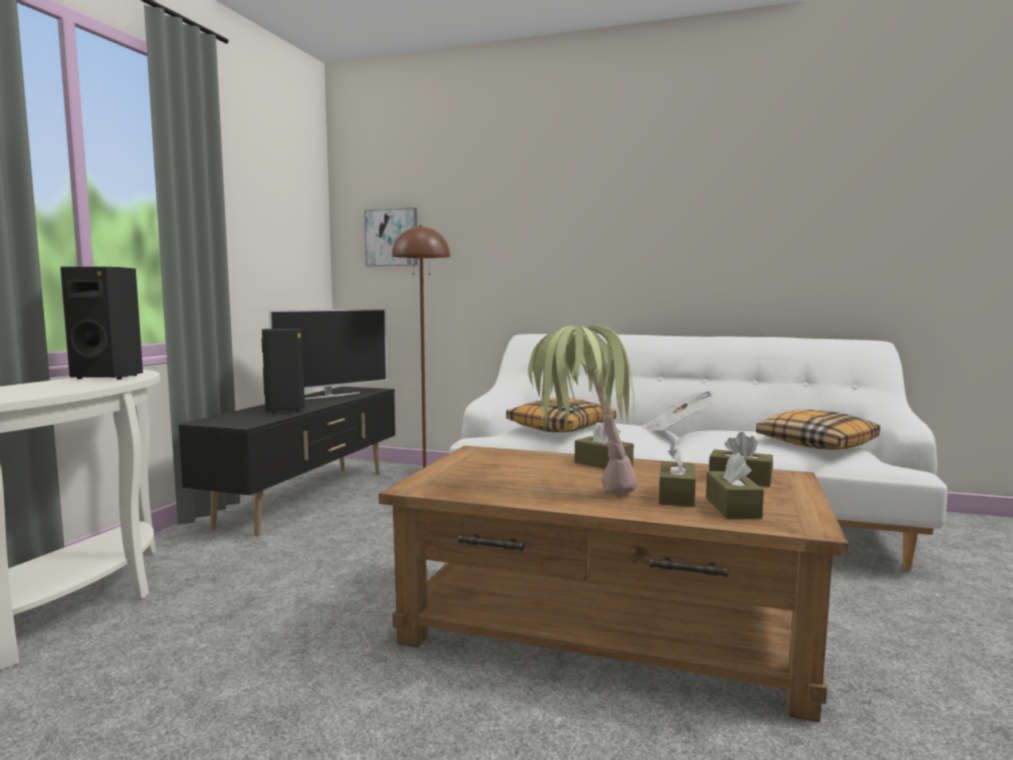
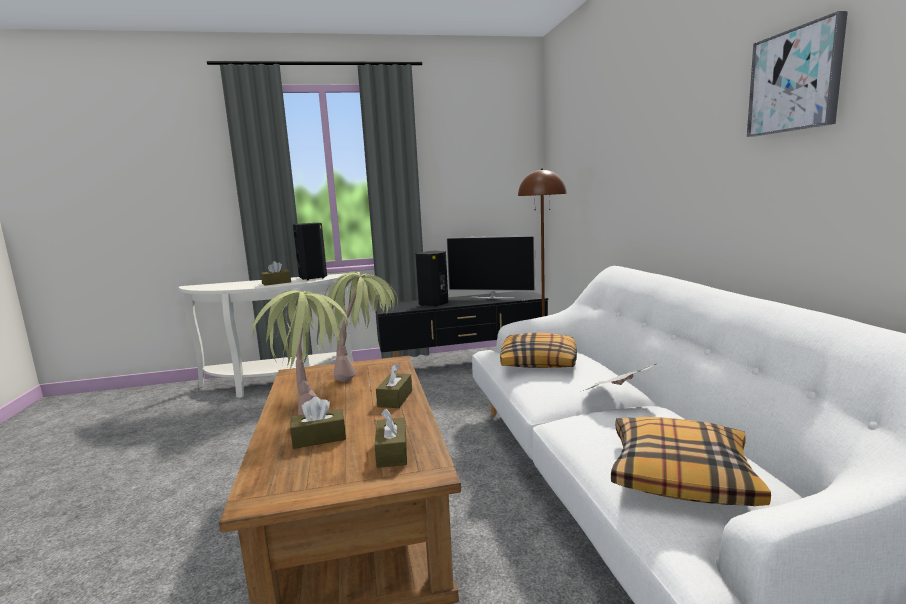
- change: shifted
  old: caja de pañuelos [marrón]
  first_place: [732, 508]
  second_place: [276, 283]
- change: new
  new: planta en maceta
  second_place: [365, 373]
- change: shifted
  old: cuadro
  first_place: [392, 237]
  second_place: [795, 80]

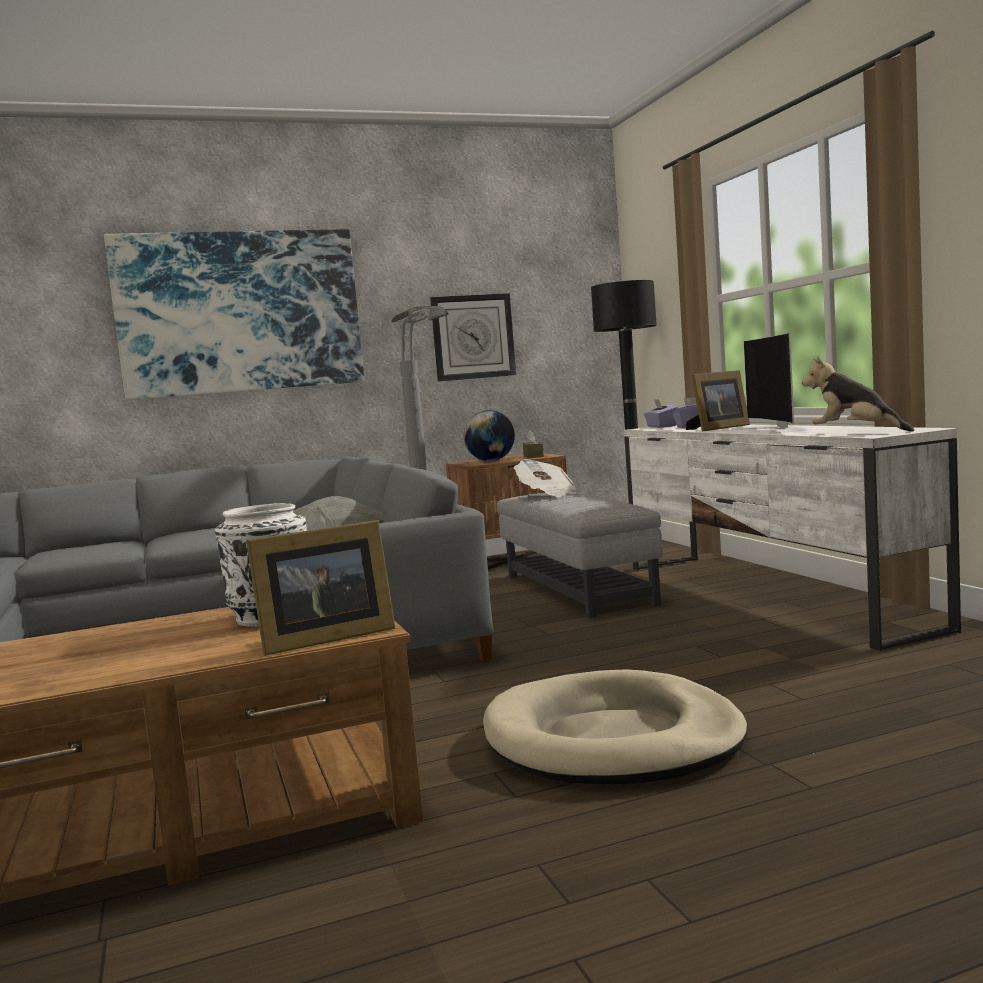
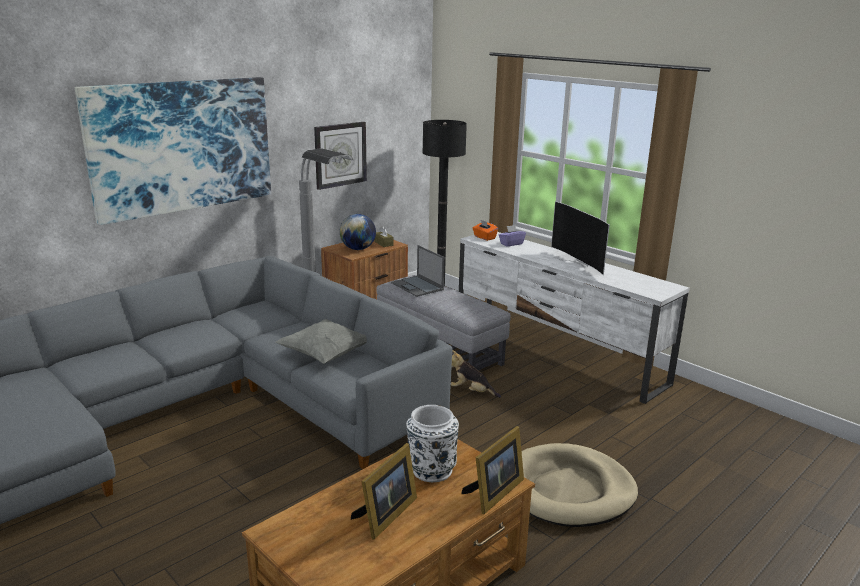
- change: shifted
  old: portarretratos
  first_place: [717, 428]
  second_place: [385, 515]
- change: swapped
  old: periódico
  new: portátil
  first_place: [546, 494]
  second_place: [417, 286]
- change: shifted
  old: peluche
  first_place: [855, 433]
  second_place: [471, 392]
- change: repainted
  old: caja de pañuelos [morado]
  new: caja de pañuelos [naranja]
  first_place: [661, 427]
  second_place: [484, 237]

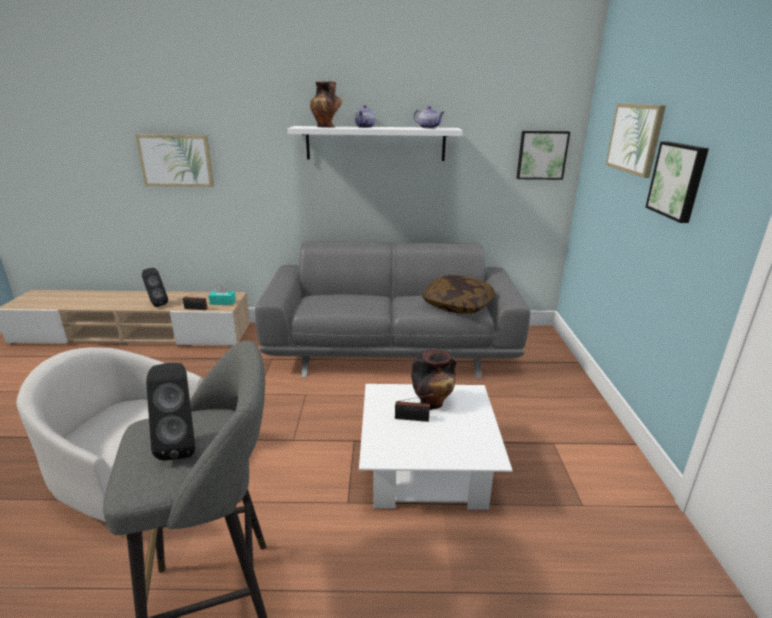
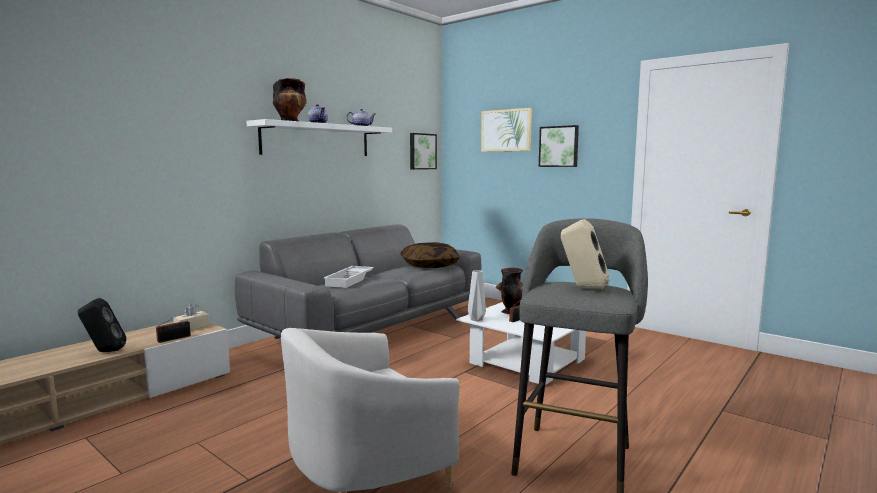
- change: repainted
  old: caja de pañuelos [turquesa]
  new: caja de pañuelos [beis]
  first_place: [222, 302]
  second_place: [192, 327]
- change: new
  new: bandeja [blanco]
  second_place: [350, 280]
- change: new
  new: florero [gris]
  second_place: [475, 319]
- change: repainted
  old: altavoz [negro]
  new: altavoz [beis]
  first_place: [182, 444]
  second_place: [583, 288]
- change: gone
  old: cuadro
  first_place: [176, 160]

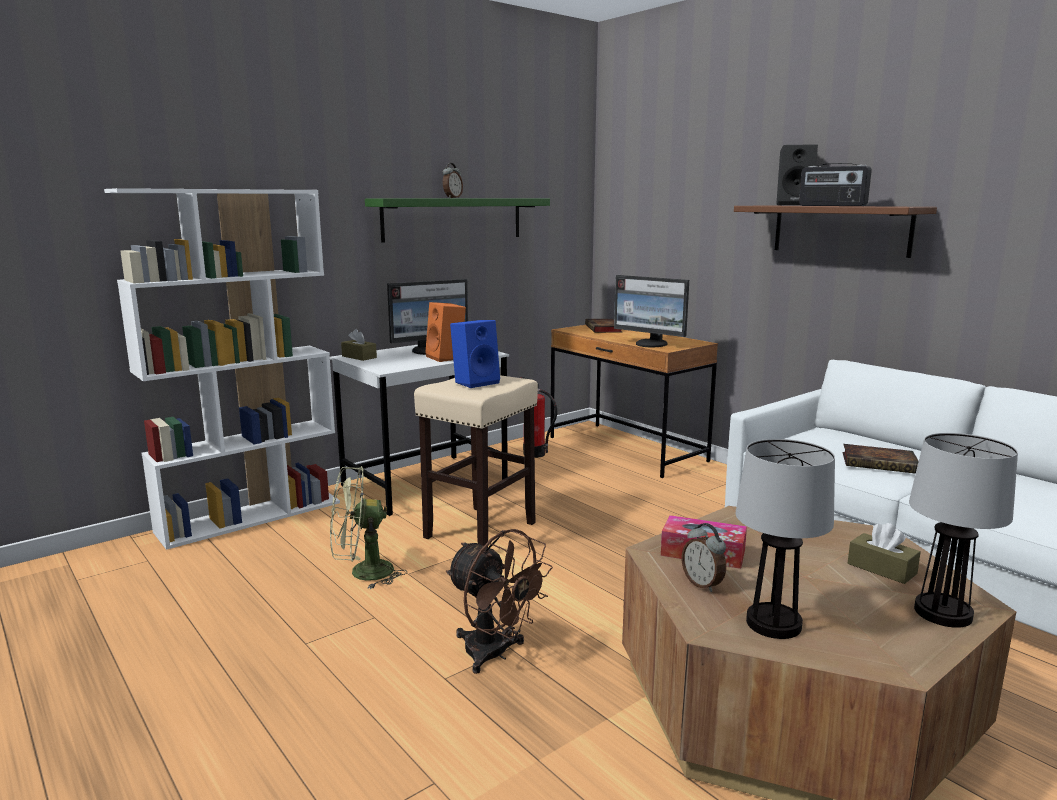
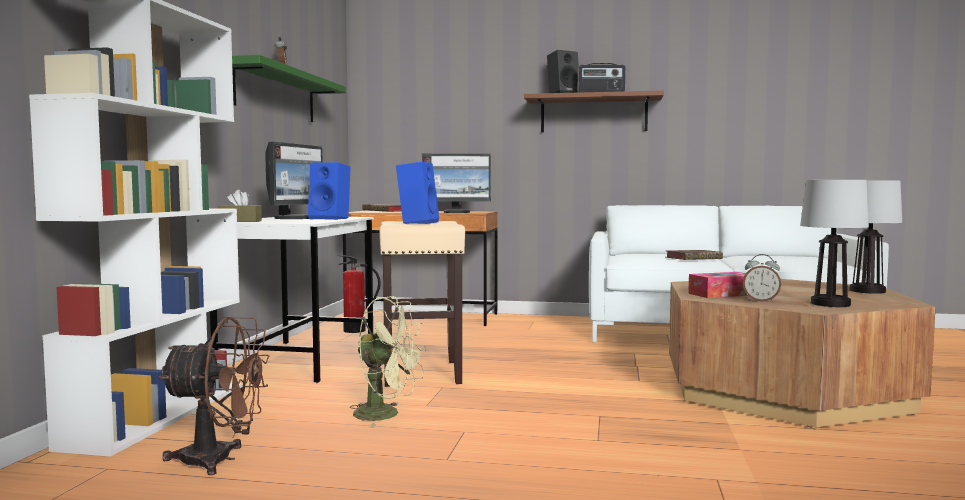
- change: shifted
  old: ventilador [marrón]
  first_place: [495, 654]
  second_place: [220, 460]
- change: repainted
  old: altavoz [naranja]
  new: altavoz [azul]
  first_place: [447, 358]
  second_place: [331, 219]
- change: rotated
  old: ventilador [verde]
  first_place: [362, 573]
  second_place: [386, 415]
  degrees: -105
- change: gone
  old: caja de pañuelos [marrón]
  first_place: [881, 569]

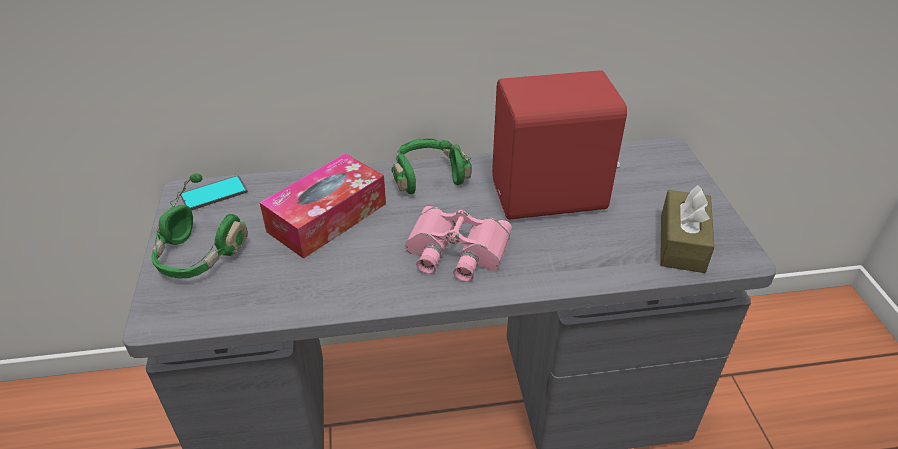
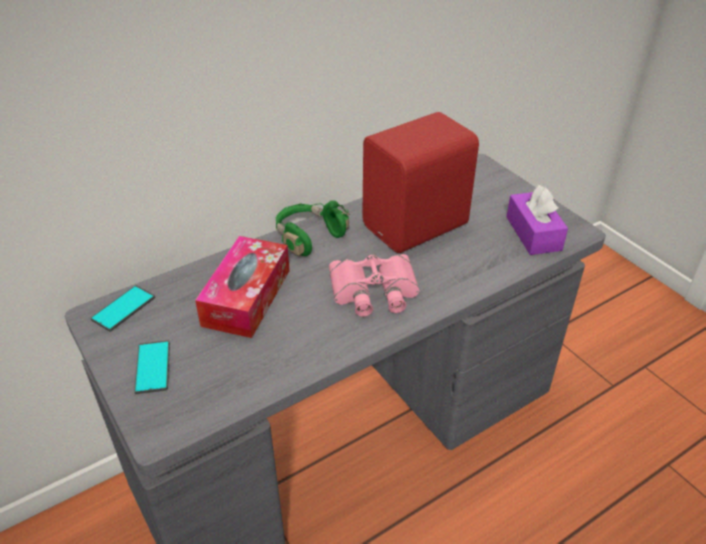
- change: swapped
  old: auriculares [verde]
  new: móvil
  first_place: [198, 256]
  second_place: [152, 367]
- change: repainted
  old: caja de pañuelos [marrón]
  new: caja de pañuelos [morado]
  first_place: [682, 243]
  second_place: [533, 233]

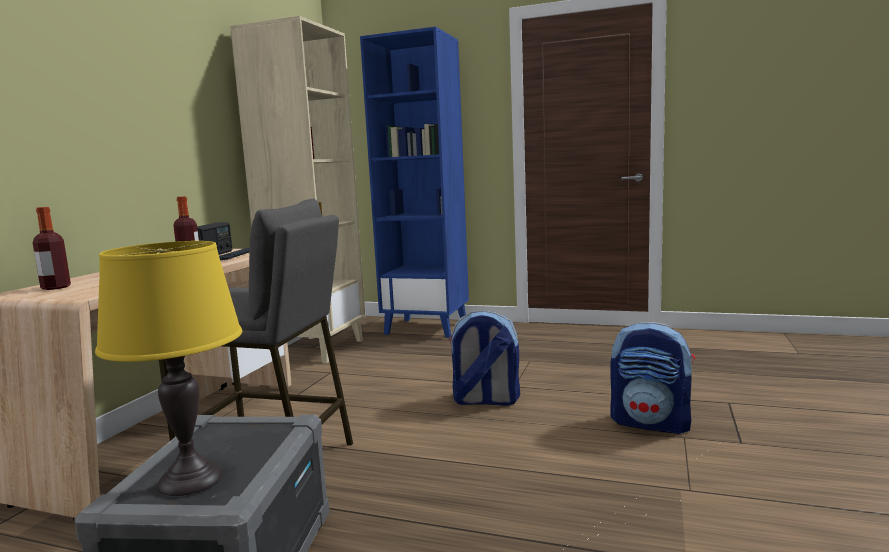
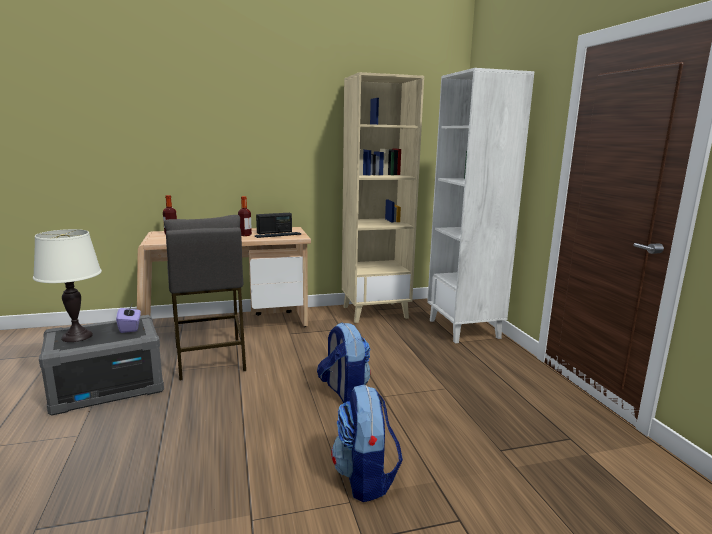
- change: repainted
  old: lámpara de mesa [amarillo]
  new: lámpara de mesa [blanco]
  first_place: [190, 480]
  second_place: [77, 336]
- change: new
  new: caja de pañuelos [morado]
  second_place: [130, 327]
- change: repainted
  old: estantería [azul]
  new: estantería [blanco]
  first_place: [427, 328]
  second_place: [464, 329]

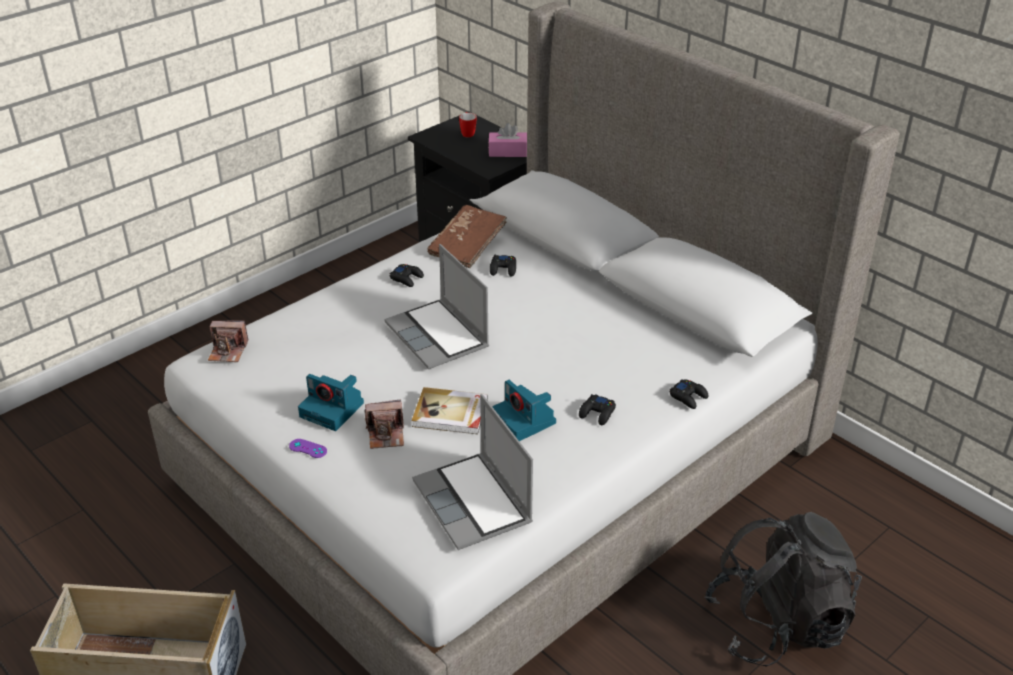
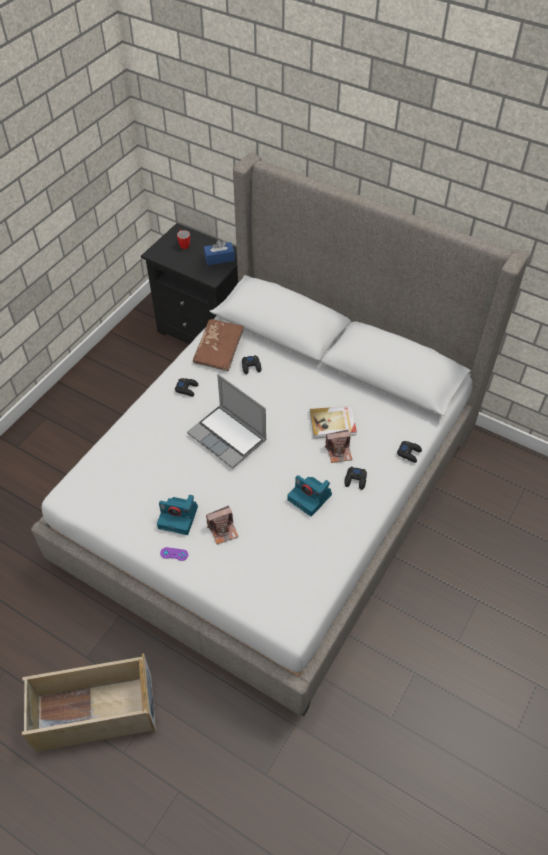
- change: repainted
  old: caja de pañuelos [rosa]
  new: caja de pañuelos [azul]
  first_place: [508, 152]
  second_place: [219, 258]
- change: shifted
  old: libro
  first_place: [450, 414]
  second_place: [333, 423]
- change: shifted
  old: cámara
  first_place: [228, 351]
  second_place: [339, 452]
- change: gone
  old: portátil
  first_place: [474, 503]
- change: gone
  old: mochila [negro]
  first_place: [777, 624]

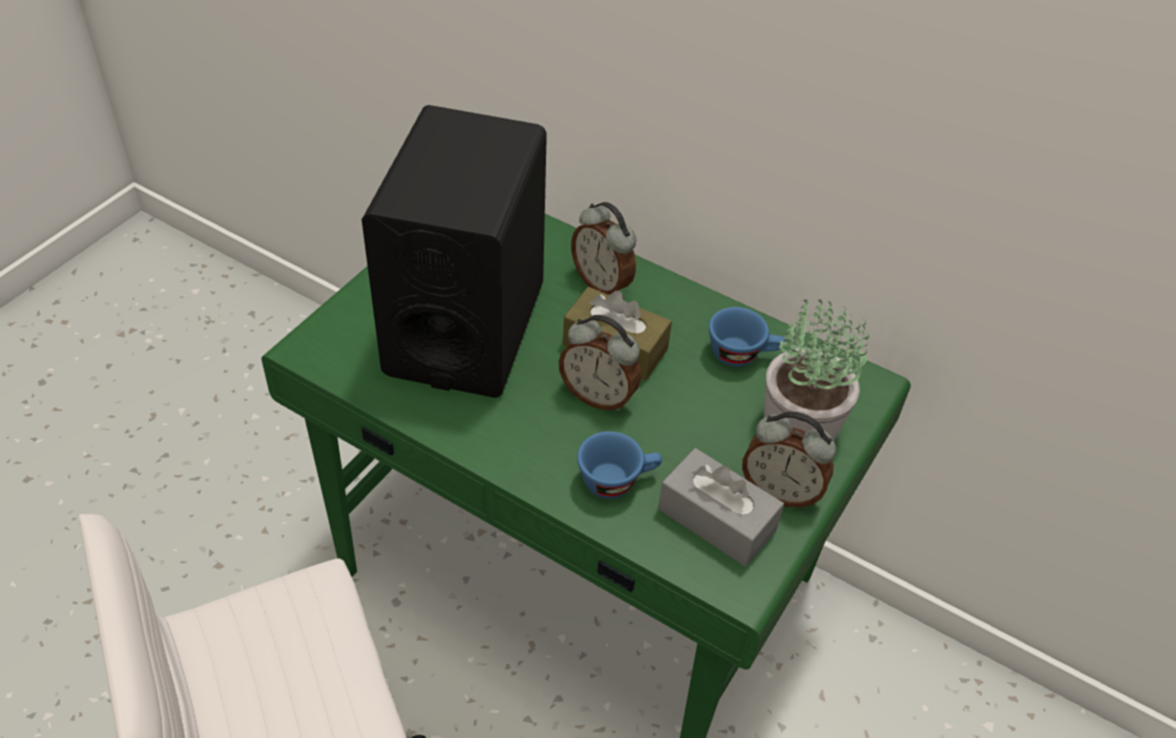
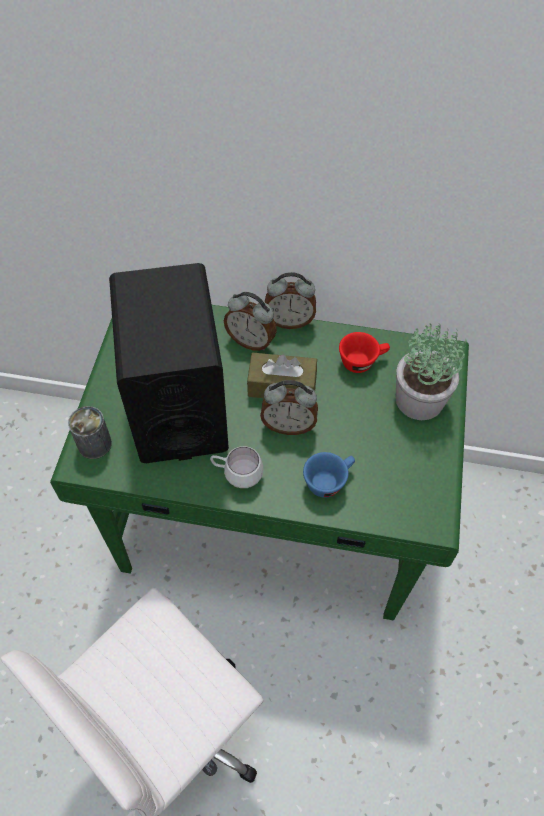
- change: new
  new: lata
  second_place: [94, 444]
- change: new
  new: taza grande [blanco]
  second_place: [237, 474]
- change: shifted
  old: despertador
  first_place: [780, 491]
  second_place: [289, 321]
- change: repainted
  old: taza [azul]
  new: taza [rojo]
  first_place: [742, 354]
  second_place: [362, 361]
- change: gone
  old: caja de pañuelos [gris]
  first_place: [716, 519]

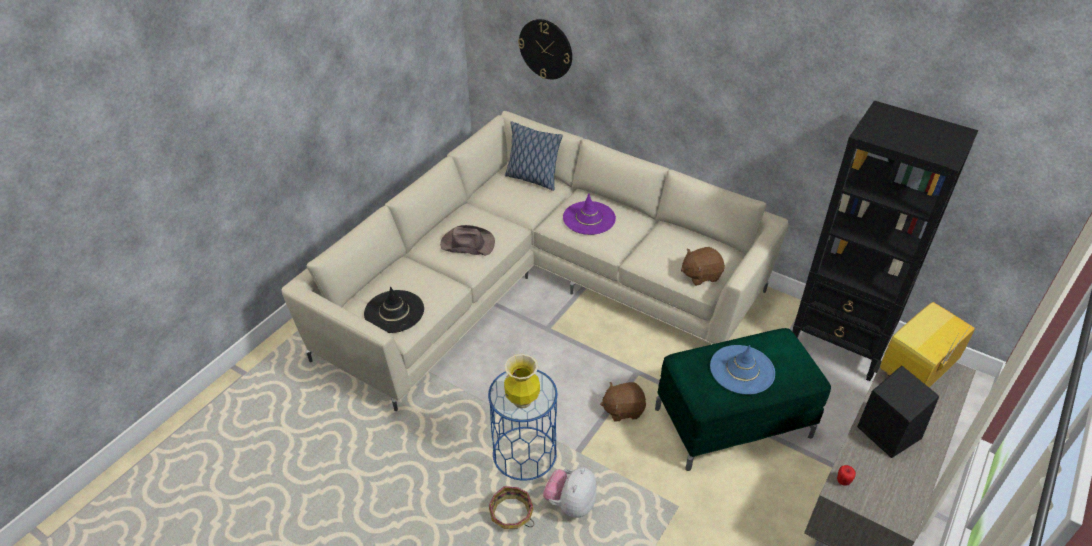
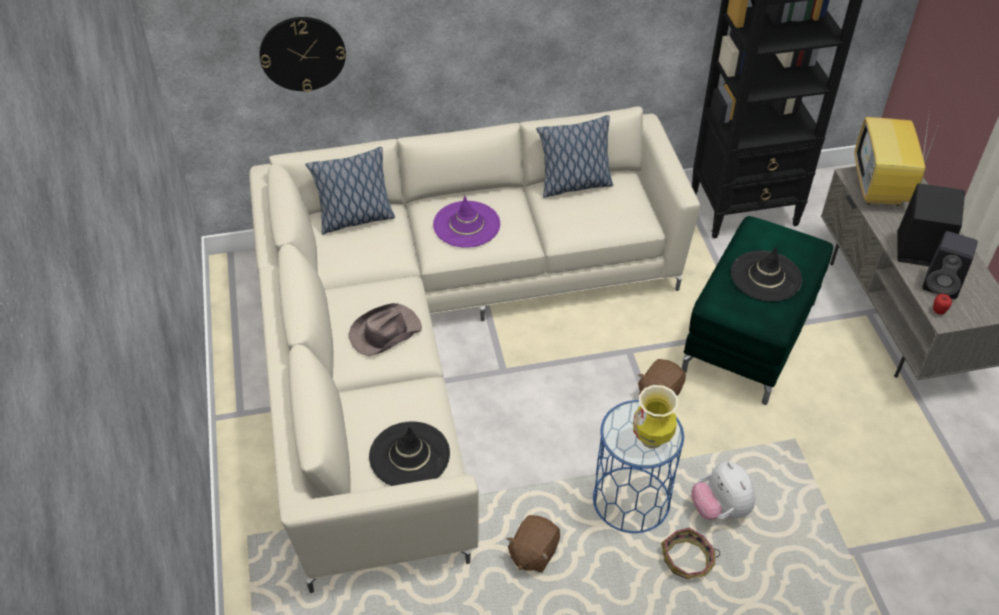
- change: shifted
  old: peluche [marrón]
  first_place: [700, 275]
  second_place: [533, 553]
- change: new
  new: cojín
  second_place: [574, 185]
- change: repainted
  old: sombrero [azul]
  new: sombrero [negro]
  first_place: [742, 370]
  second_place: [765, 276]
- change: new
  new: altavoz [negro]
  second_place: [943, 285]

